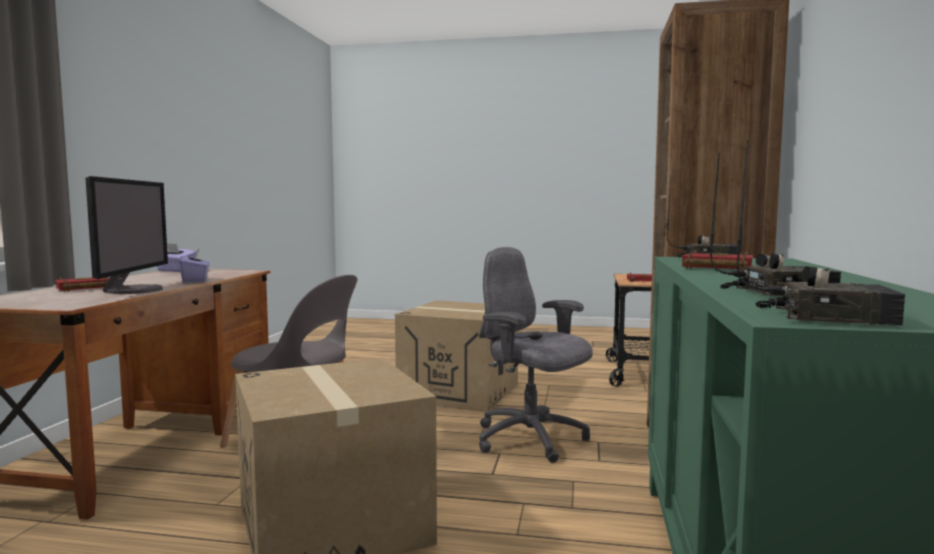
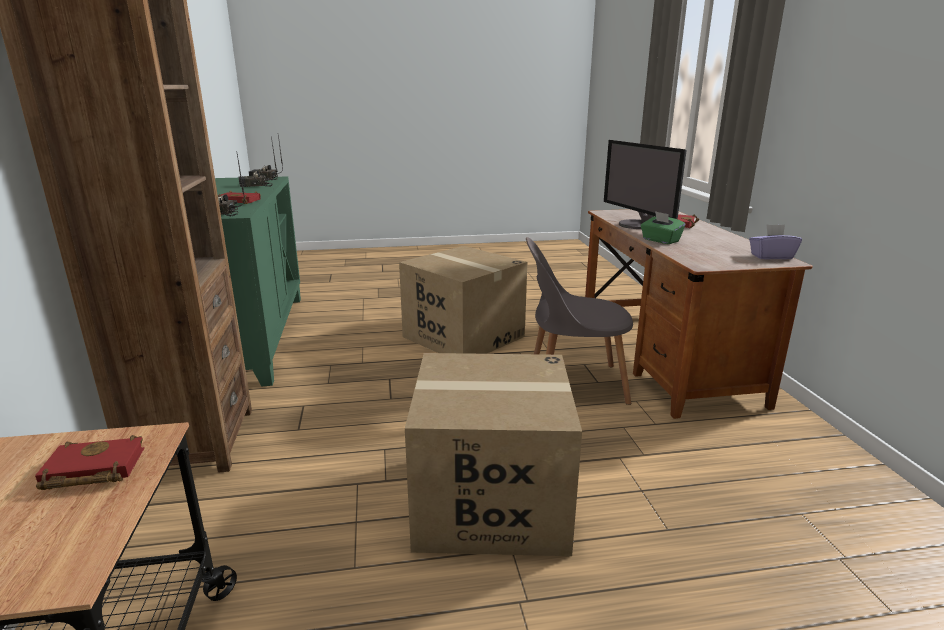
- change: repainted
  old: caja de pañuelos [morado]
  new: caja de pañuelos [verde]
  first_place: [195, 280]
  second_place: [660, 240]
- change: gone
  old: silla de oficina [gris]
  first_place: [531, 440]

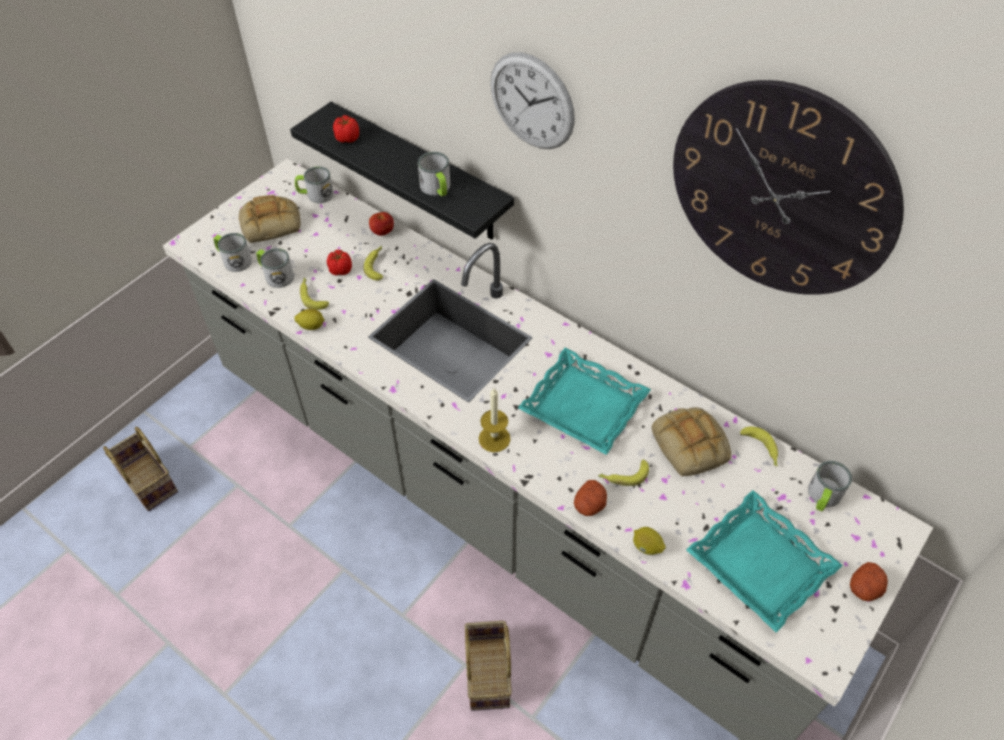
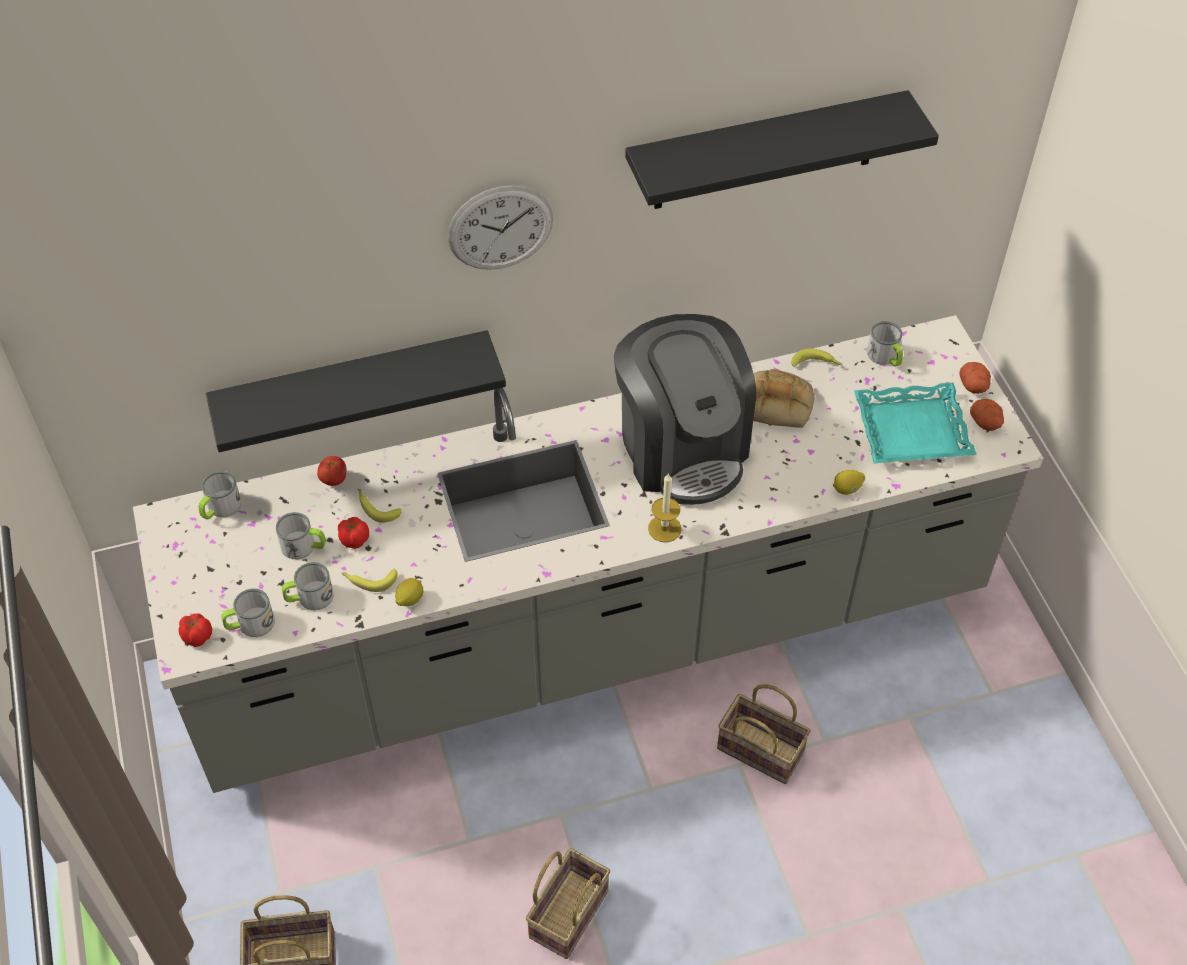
- change: shifted
  old: tomate
  first_place: [347, 138]
  second_place: [197, 636]
- change: shifted
  old: taza grande
  first_place: [437, 189]
  second_place: [304, 546]
- change: new
  new: cesta
  second_place: [568, 911]
- change: swapped
  old: bandeja [turquesa]
  new: cafetera
  first_place: [584, 405]
  second_place: [682, 447]
- change: swapped
  old: reloj de pared
  new: estante [negro]
  first_place: [781, 192]
  second_place: [765, 151]
- change: shifted
  old: patata
  first_place: [590, 505]
  second_place: [986, 422]
- change: gone
  old: pan
  first_place: [271, 222]
- change: gone
  old: plátano
  first_place: [623, 476]

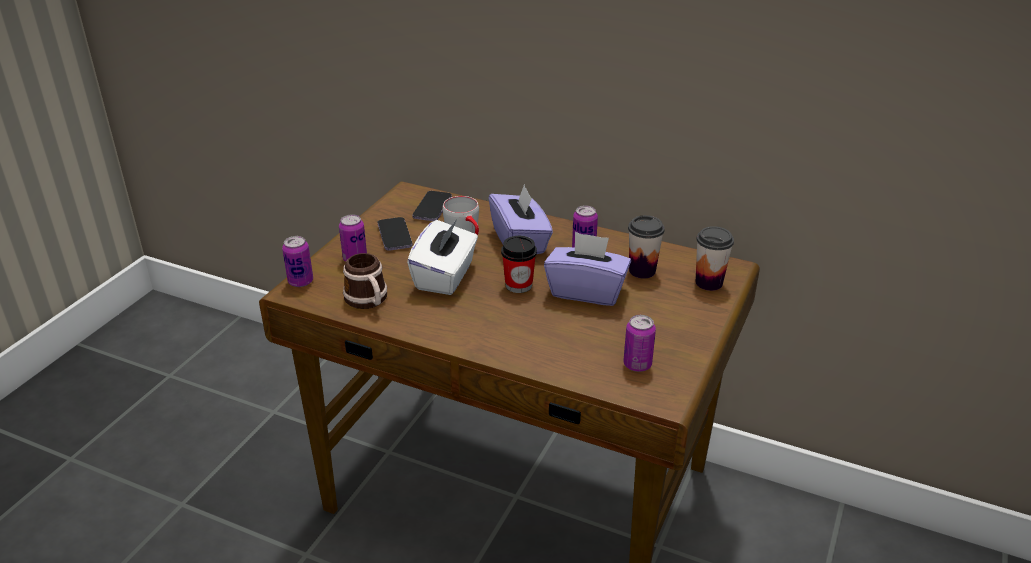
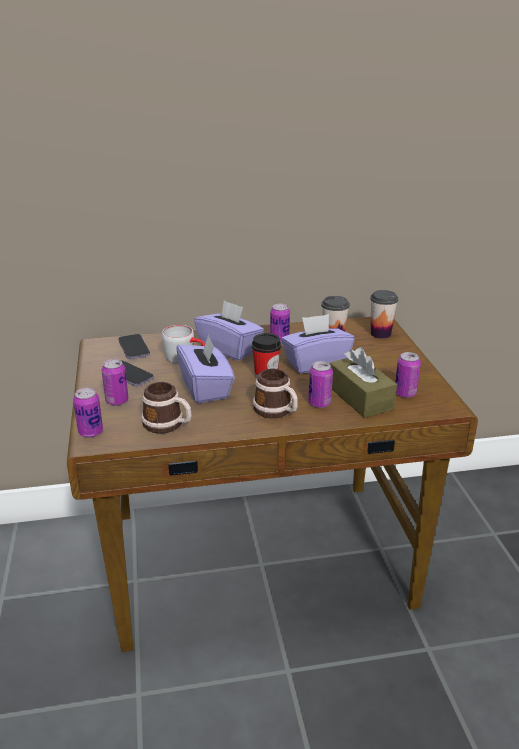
- change: repainted
  old: caja de pañuelos [blanco]
  new: caja de pañuelos [morado]
  first_place: [445, 276]
  second_place: [206, 388]
- change: new
  new: taza grande
  second_place: [277, 411]
- change: new
  new: lata
  second_place: [319, 403]
- change: new
  new: caja de pañuelos [marrón]
  second_place: [360, 398]

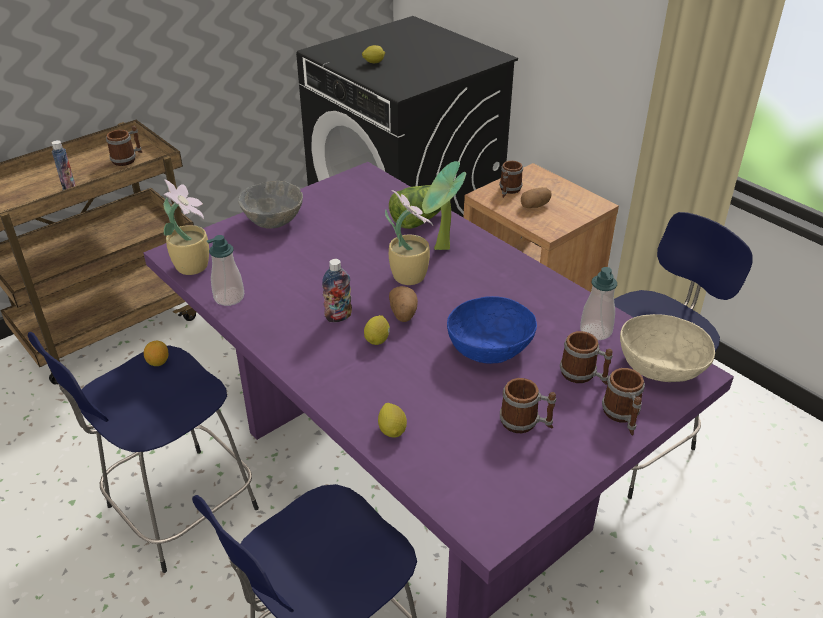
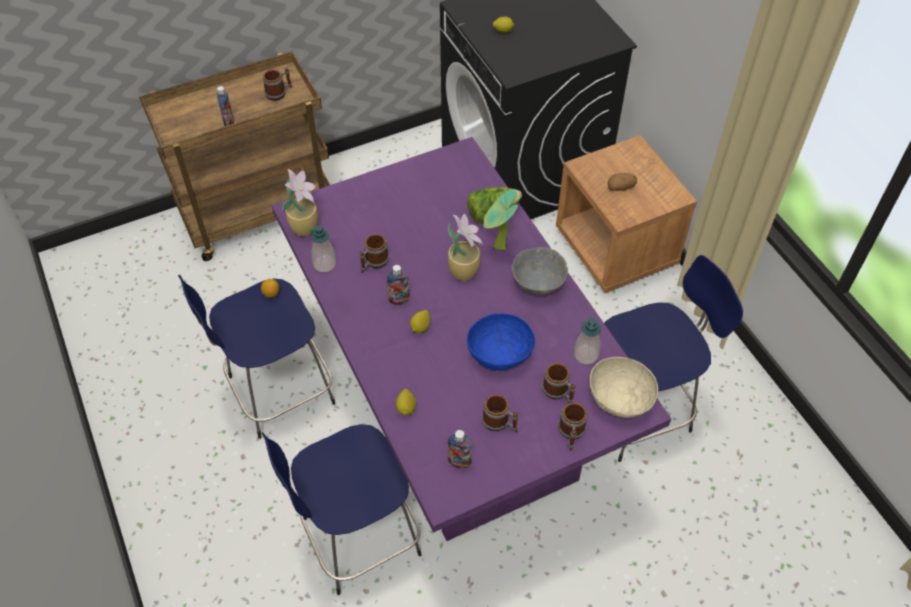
- change: shifted
  old: taza grande
  first_place: [508, 191]
  second_place: [373, 263]
- change: new
  new: botella
  second_place: [459, 462]
- change: shifted
  old: cuenco [gris]
  first_place: [273, 221]
  second_place: [538, 283]
- change: gone
  old: patata
  first_place: [403, 314]

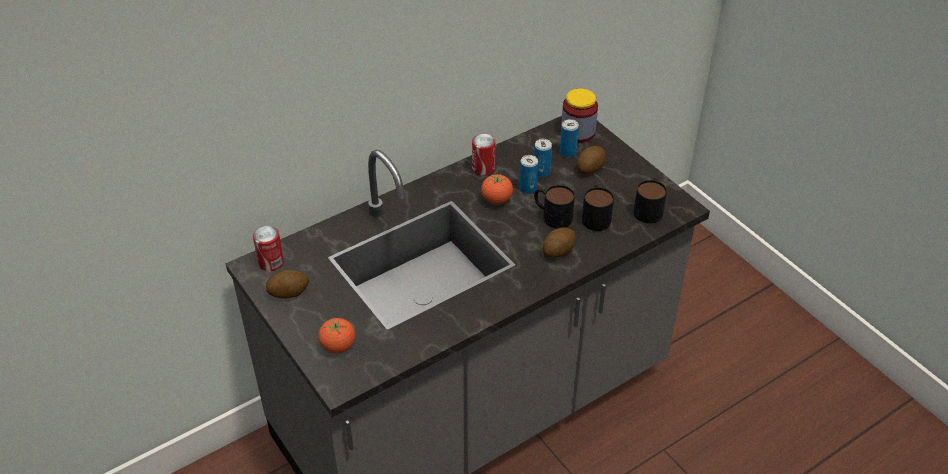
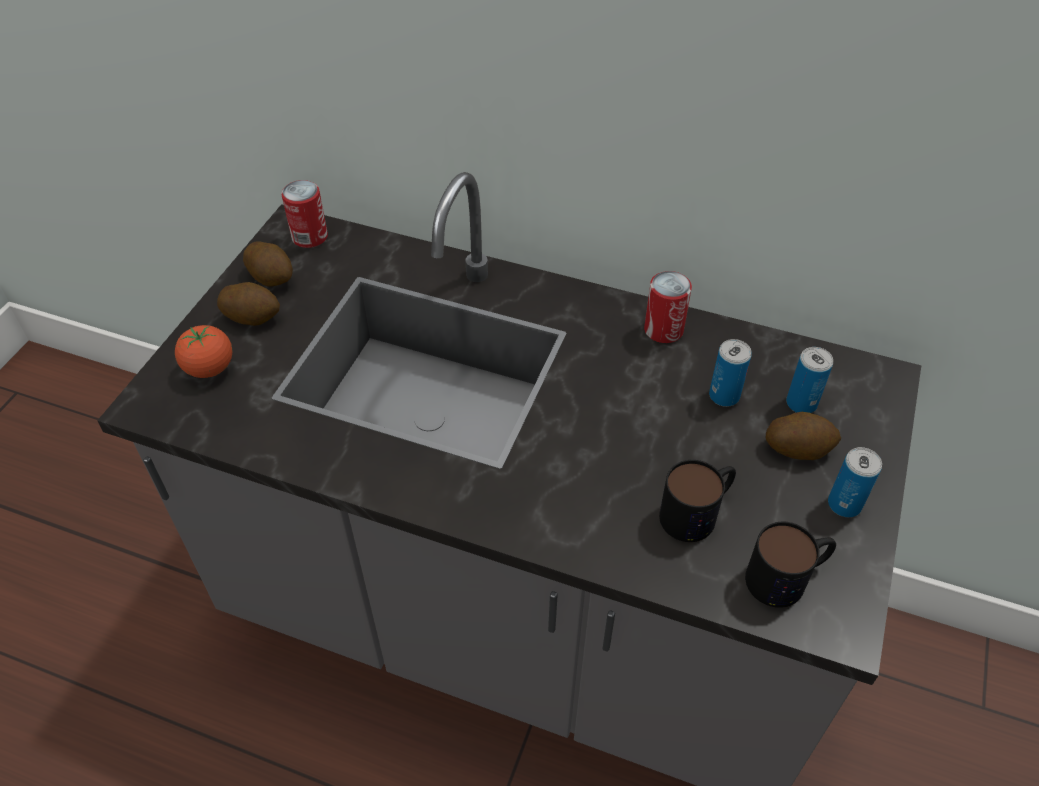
- change: shifted
  old: patata
  first_place: [558, 250]
  second_place: [252, 316]
- change: shifted
  old: lata
  first_place: [528, 189]
  second_place: [844, 504]
- change: gone
  old: tomate
  first_place: [496, 200]
- change: gone
  old: taza grande
  first_place: [551, 215]
- change: gone
  old: tarro
  first_place: [578, 132]

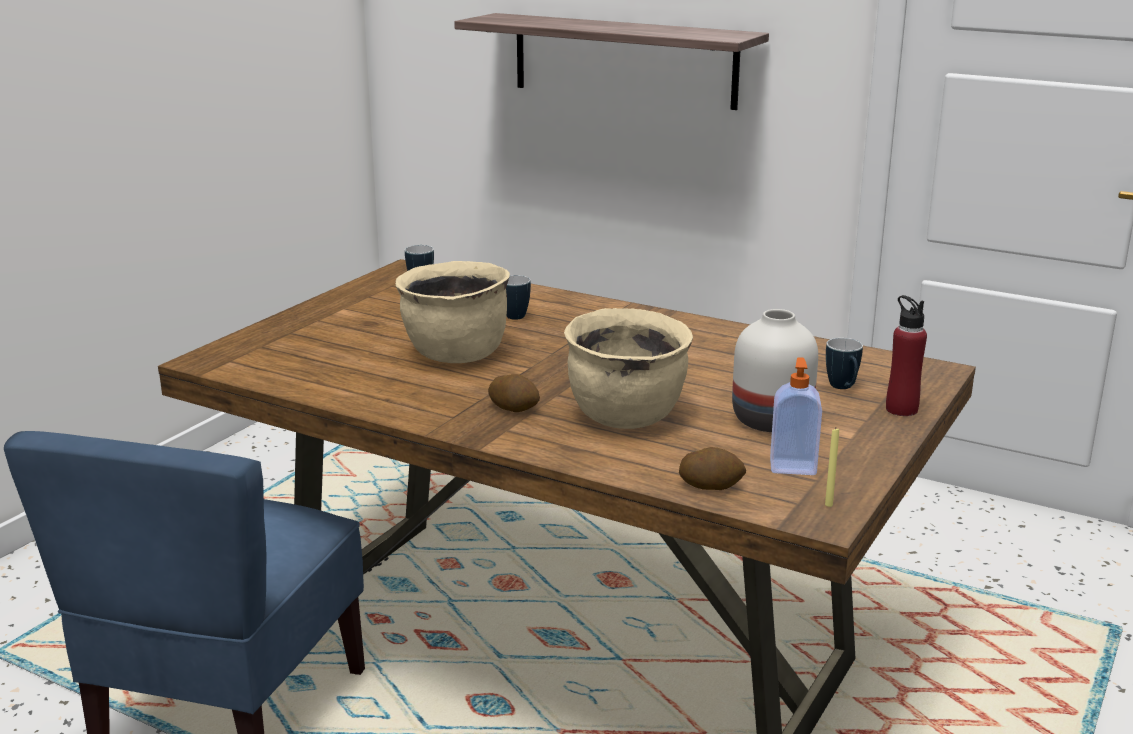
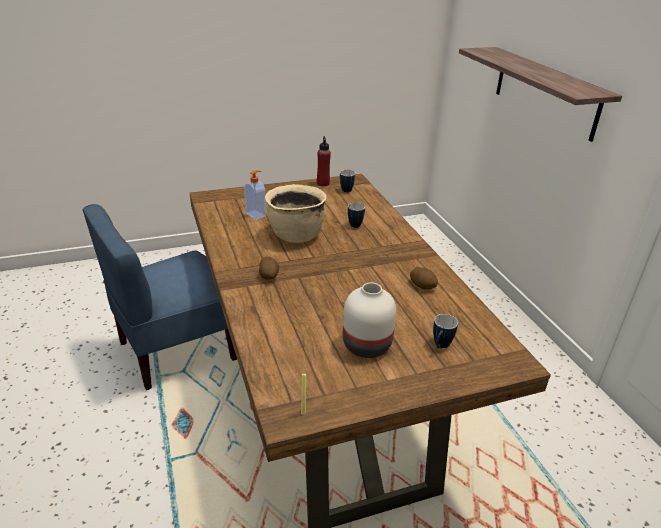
- change: shifted
  old: dispensador de jabón
  first_place: [792, 466]
  second_place: [256, 215]
- change: shifted
  old: botella [rojo]
  first_place: [901, 409]
  second_place: [323, 183]
- change: shifted
  old: patata
  first_place: [711, 486]
  second_place: [423, 285]
- change: gone
  old: olla [beis]
  first_place: [627, 416]

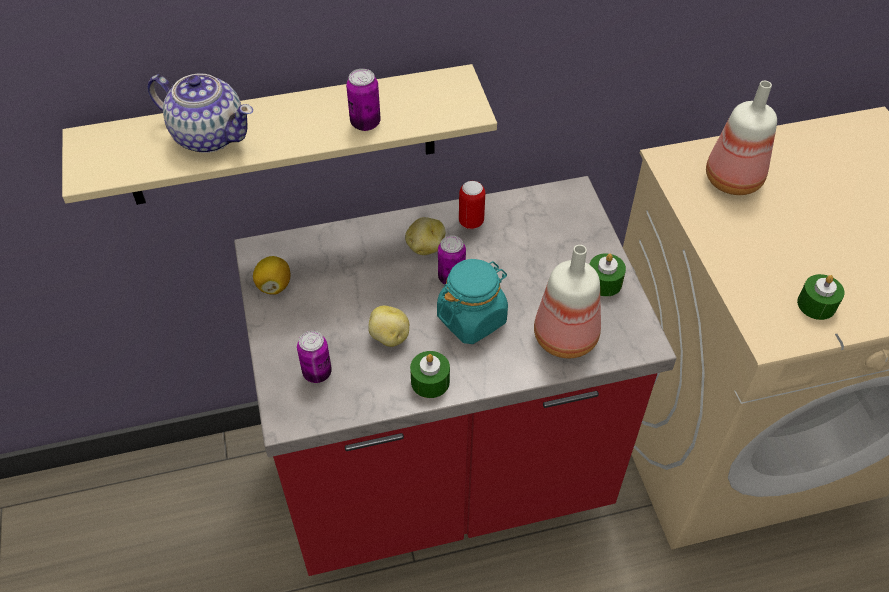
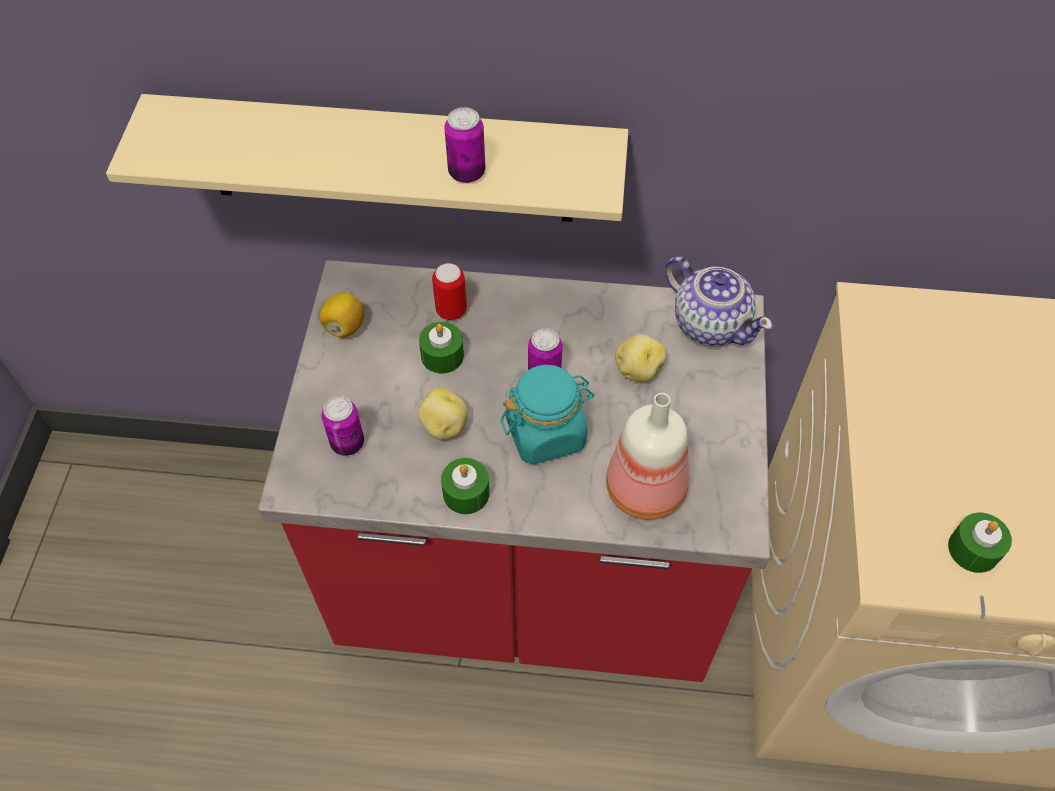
- change: shifted
  old: vela [verde]
  first_place: [604, 282]
  second_place: [442, 355]
- change: shifted
  old: lata
  first_place: [471, 222]
  second_place: [451, 311]
- change: shifted
  old: patata
  first_place: [425, 247]
  second_place: [637, 369]
- change: shifted
  old: tetera
  first_place: [209, 135]
  second_place: [710, 323]
- change: gone
  old: botella
  first_place: [731, 179]

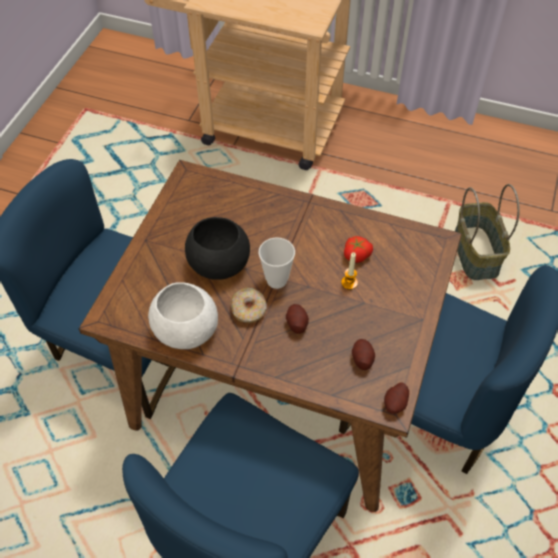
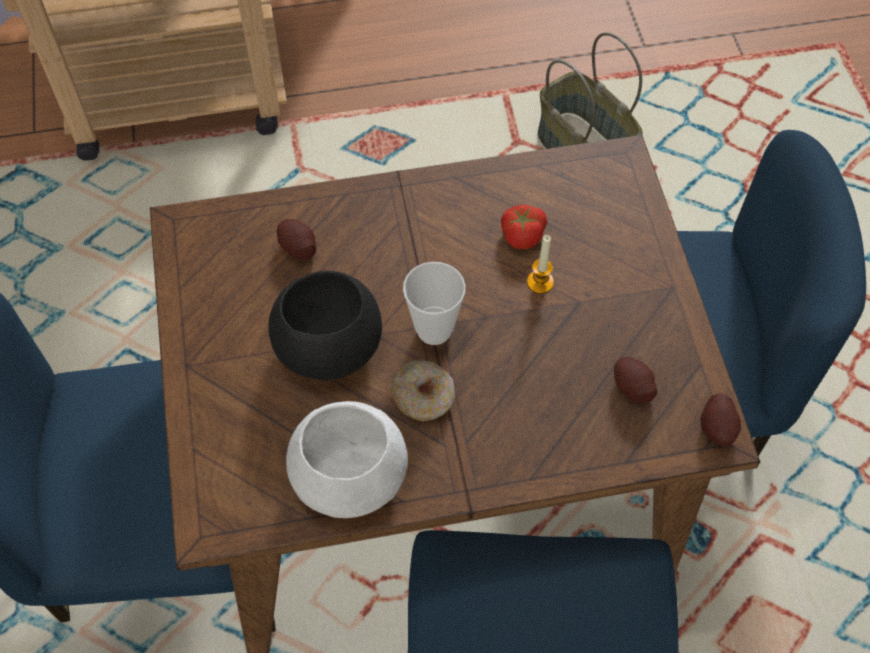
- change: shifted
  old: patata
  first_place: [296, 323]
  second_place: [298, 247]

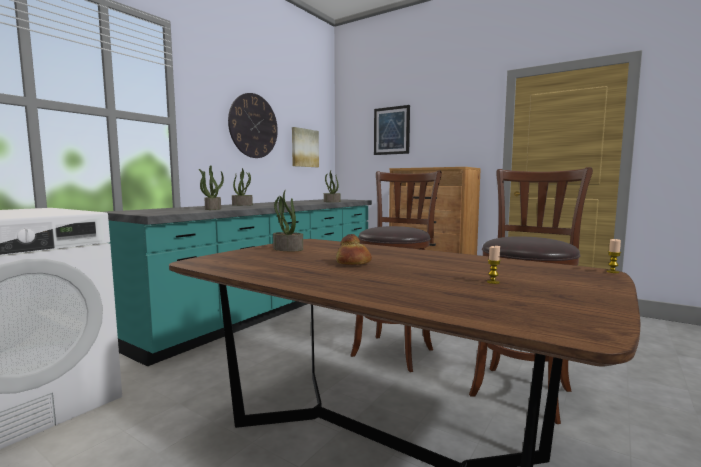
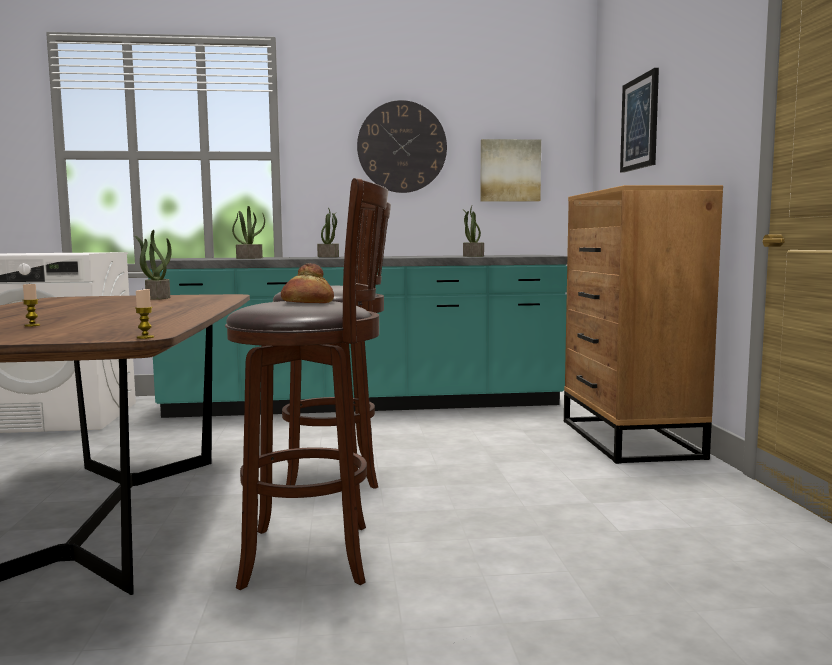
- change: shifted
  old: pan
  first_place: [353, 263]
  second_place: [307, 303]

